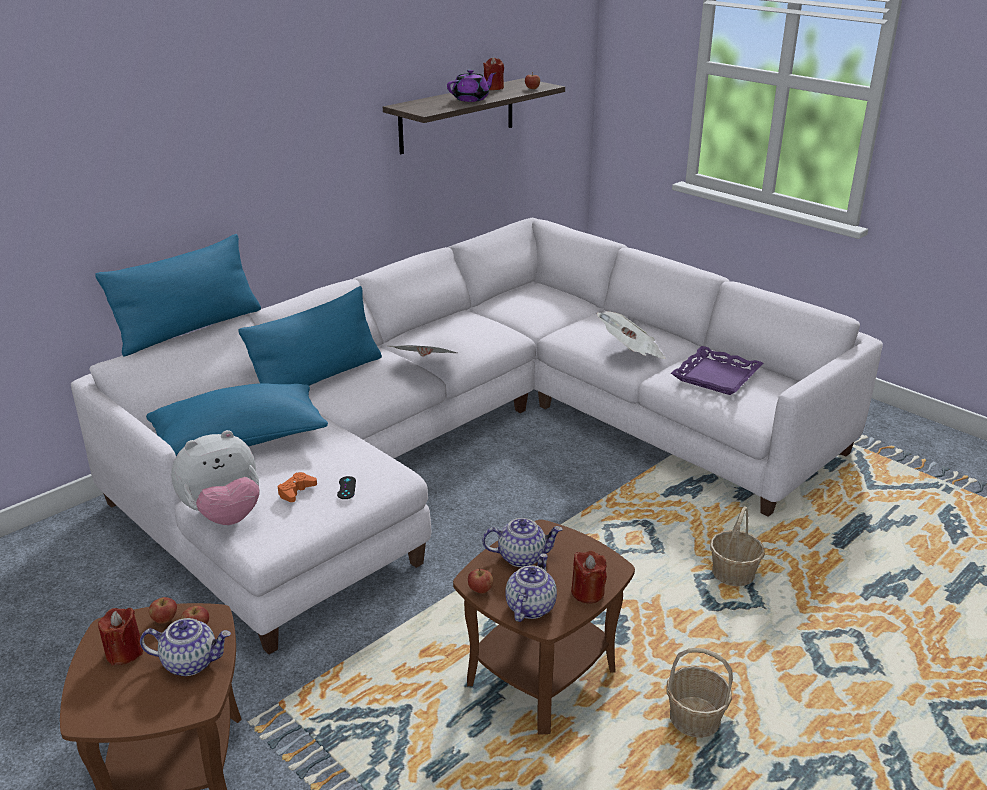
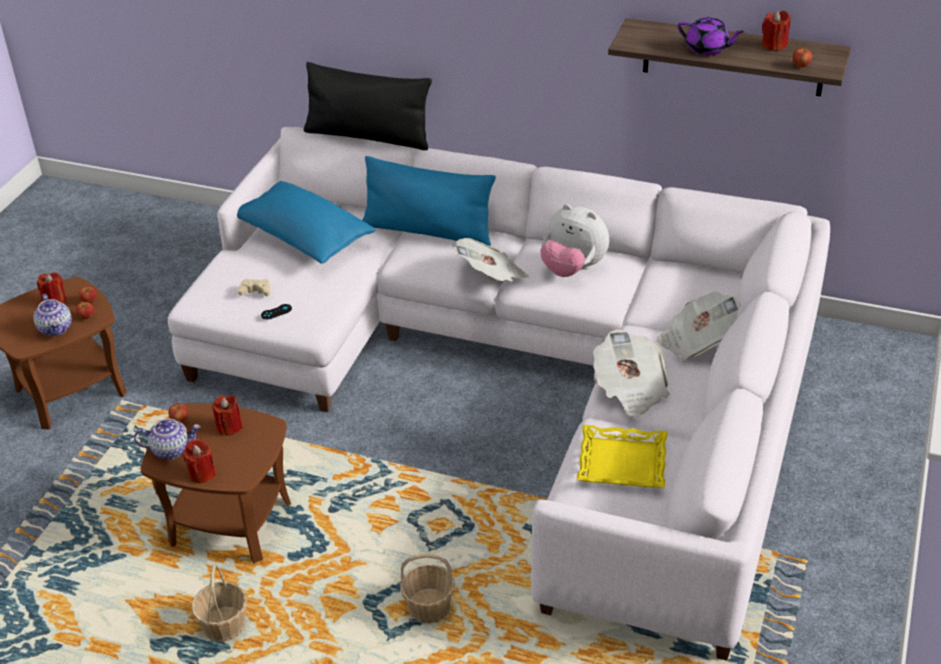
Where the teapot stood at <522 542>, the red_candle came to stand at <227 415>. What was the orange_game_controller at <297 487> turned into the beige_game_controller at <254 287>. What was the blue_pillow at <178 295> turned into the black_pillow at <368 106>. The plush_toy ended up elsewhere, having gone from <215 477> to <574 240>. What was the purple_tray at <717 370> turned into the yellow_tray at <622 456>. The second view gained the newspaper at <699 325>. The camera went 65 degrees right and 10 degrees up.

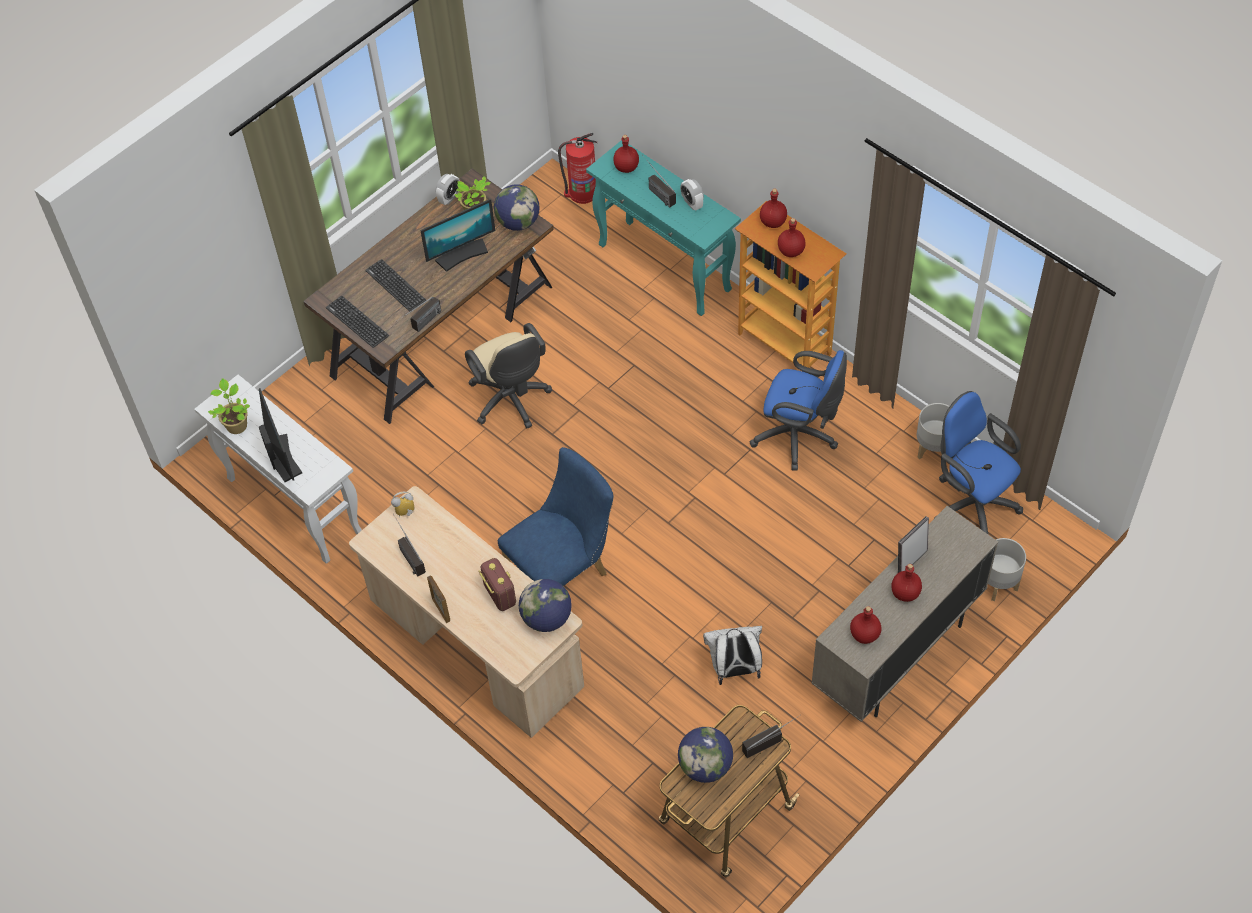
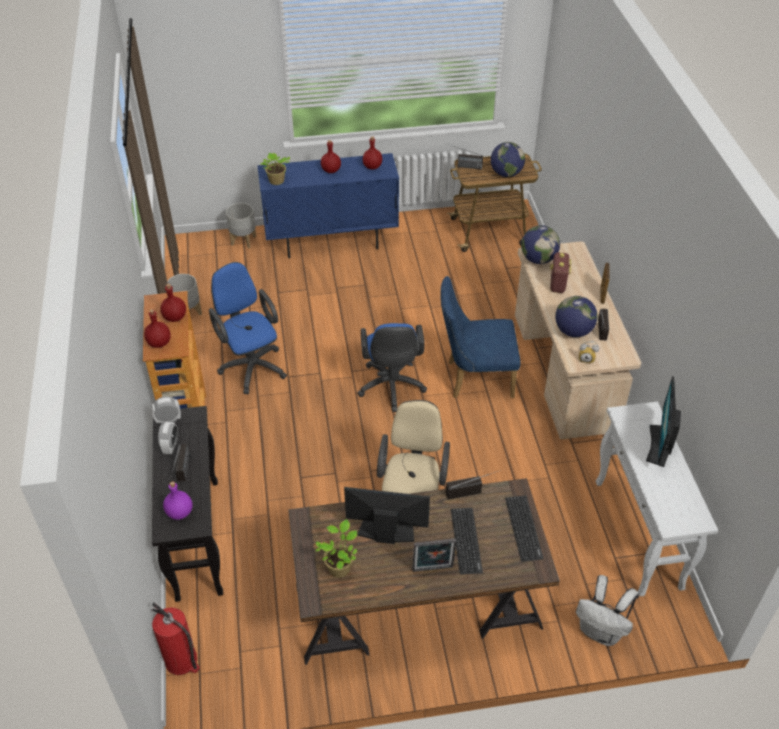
The alarm_clock ended up elsewhere, having gone from <448 189> to <166 410>. What was the turquoise_console_table at <663 228> turned into the black_console_table at <187 504>. What was the red_bottle at <626 154> turned into the purple_bottle at <178 500>. What was the beige_cabinet at <905 614> turned into the blue_cabinet at <328 206>. The potted_plant ended up elsewhere, having gone from <229 406> to <275 169>. The blue_office_chair ended up elsewhere, having gone from <981 462> to <392 367>. The picture_frame ended up elsewhere, having gone from <913 544> to <434 555>. The globe ended up elsewhere, having gone from <517 207> to <576 316>. The white_backpack ended up elsewhere, having gone from <732 655> to <607 610>. The camera went 145 degrees left and 10 degrees down.

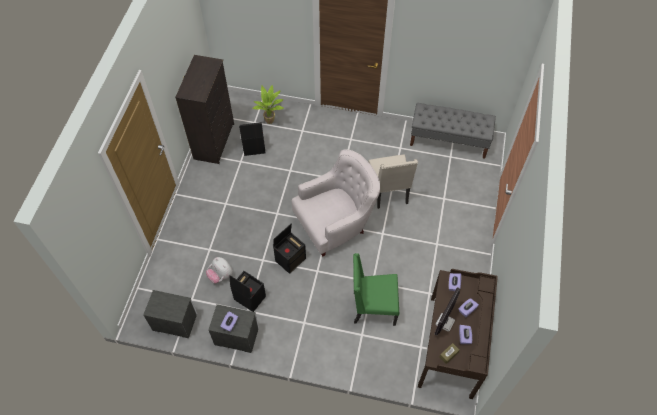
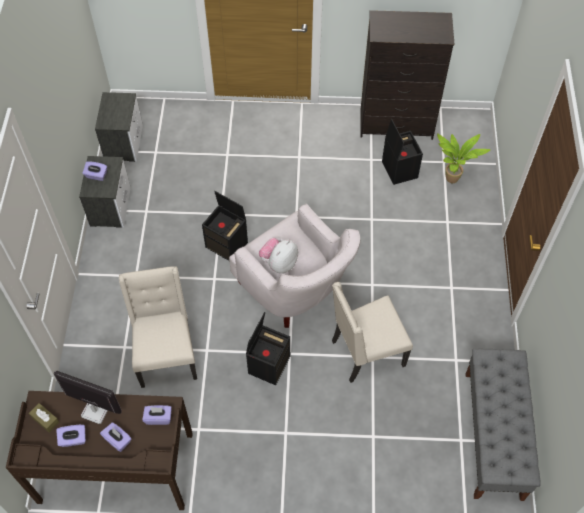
What was the green_chair at <376 289> turned into the beige_chair at <158 327>. The black_storage_box ended up elsewhere, having gone from <247 291> to <268 348>. The plush_toy ended up elsewhere, having gone from <219 270> to <278 255>. The camera went 80 degrees right and 0 degrees up.

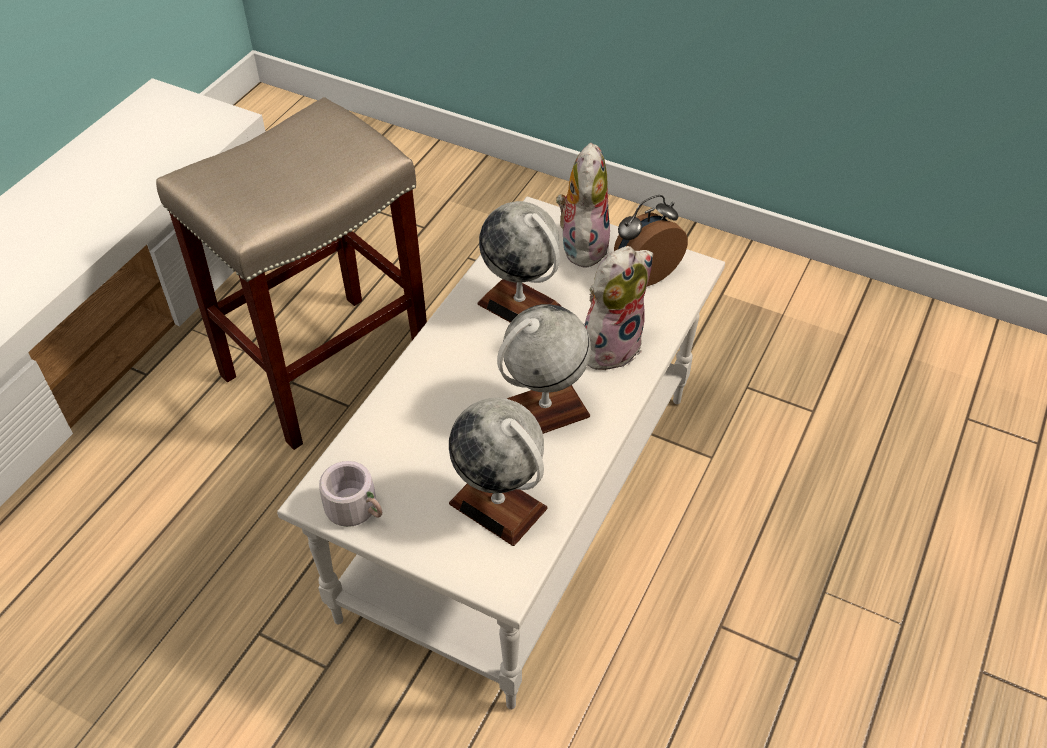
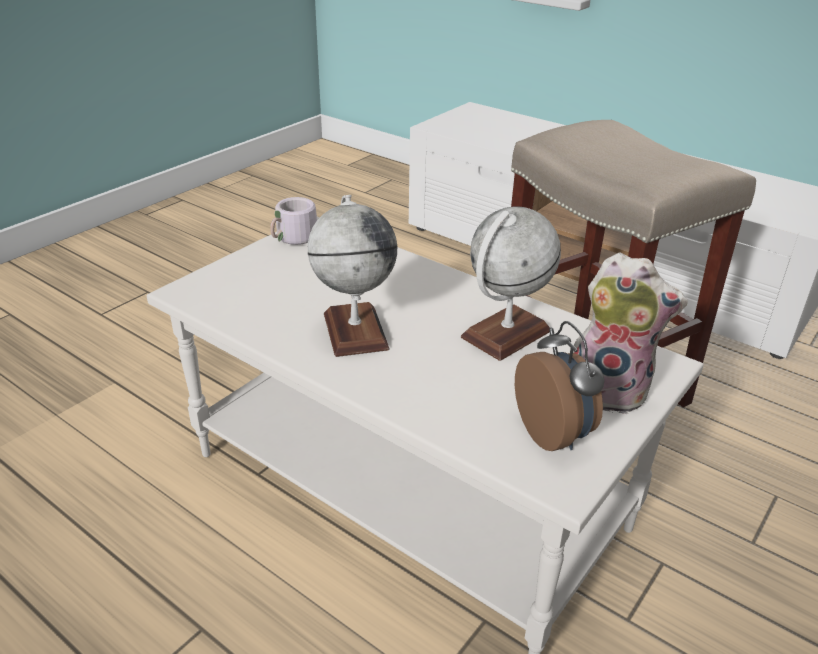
The second view lost the globe at <498 472>. The second view lost the plush_toy at <618 308>. The camera went 100 degrees right and 15 degrees down.

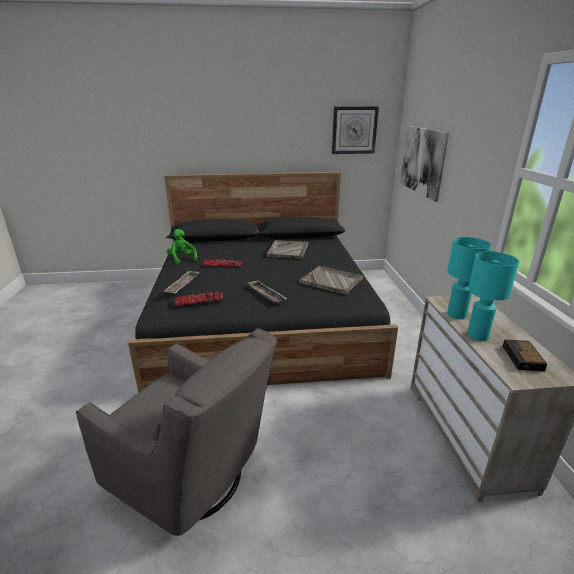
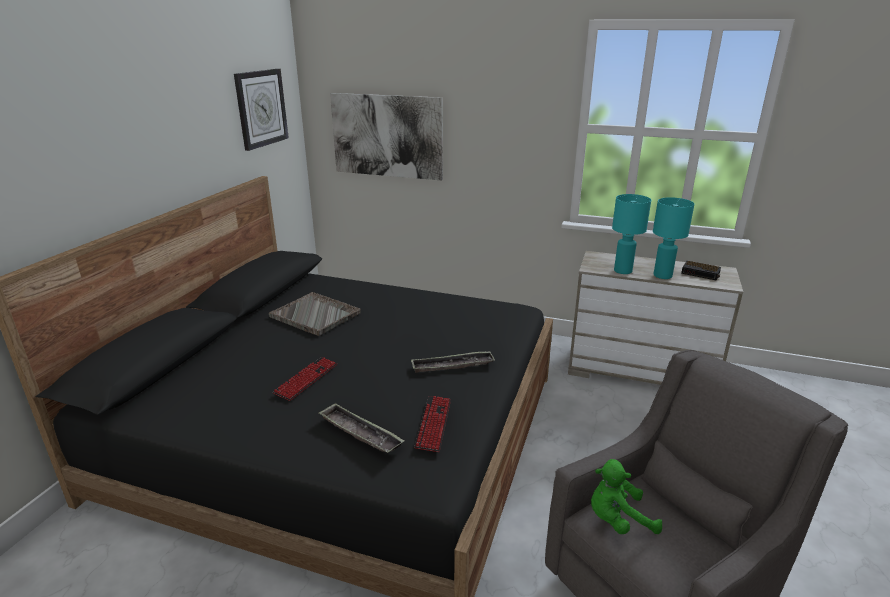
The green_plush_toy ended up elsewhere, having gone from <181 246> to <626 496>. The second view lost the grey_tray at <331 280>. The camera went 65 degrees left and 0 degrees up.

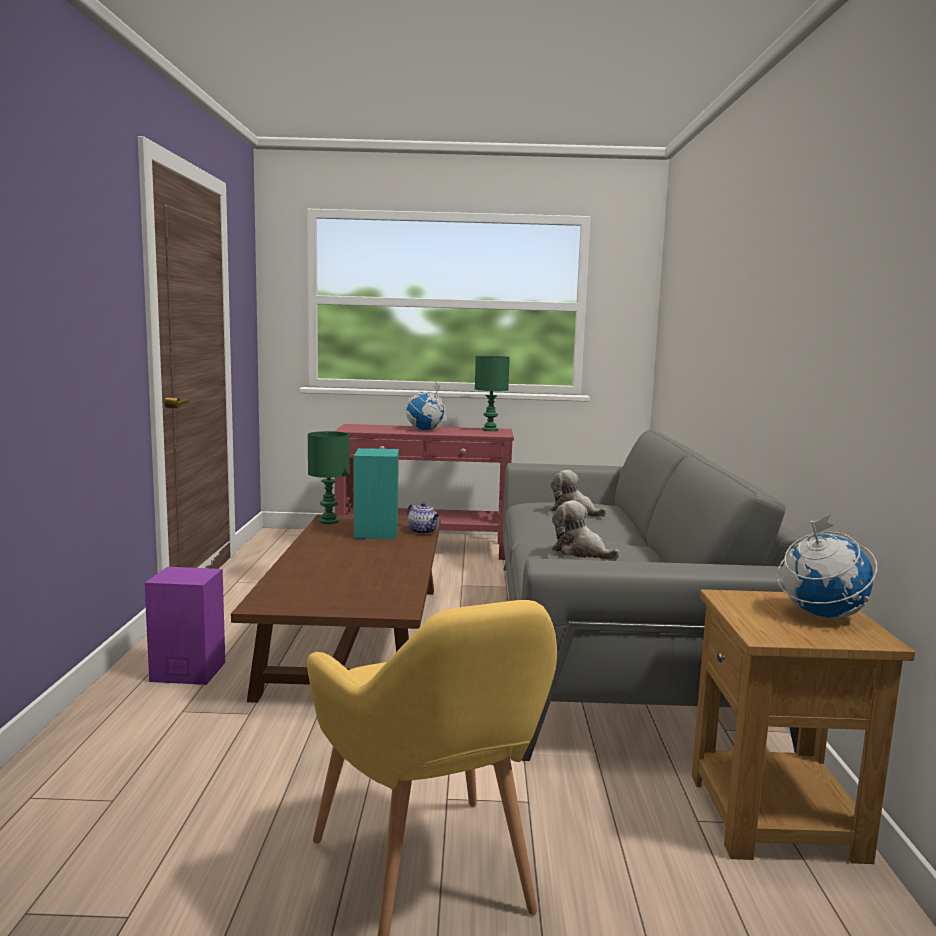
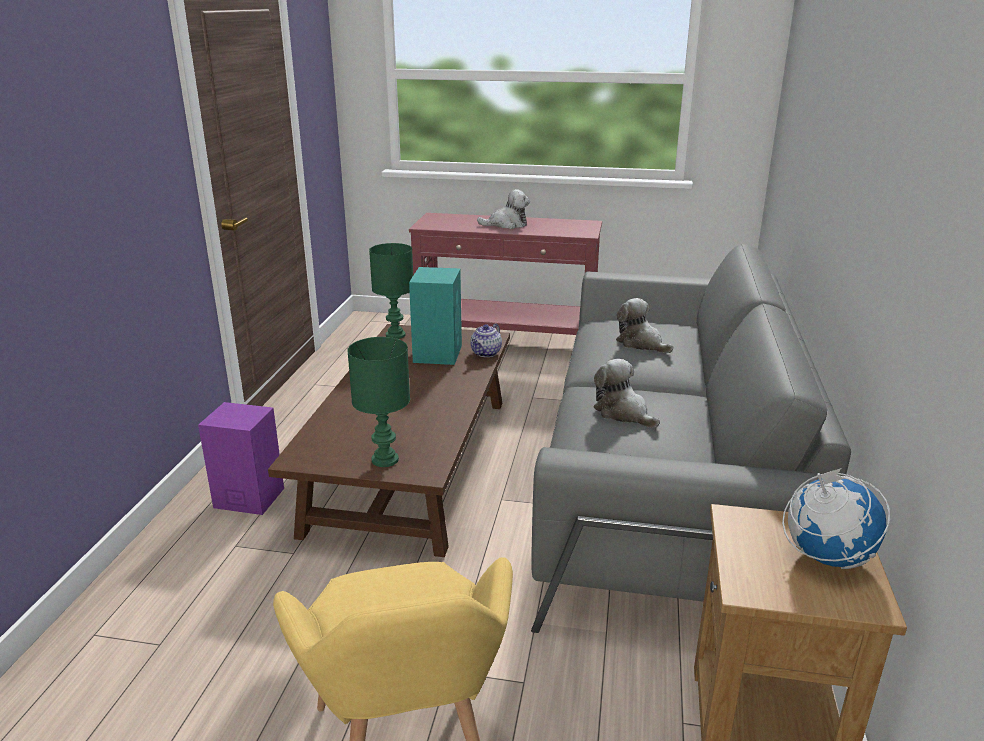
The green_table_lamp ended up elsewhere, having gone from <492 393> to <378 402>. The teapot at <423 518> ended up facing another way, 60 degrees clockwise from before. Where the globe stood at <426 405>, the plush_toy came to stand at <503 209>. The camera went 10 degrees right and 15 degrees up.

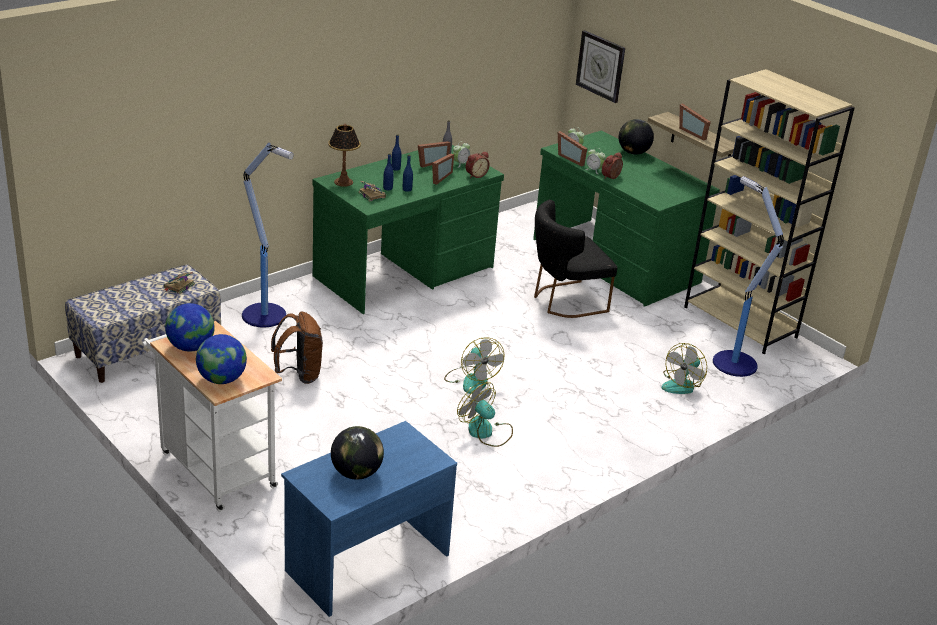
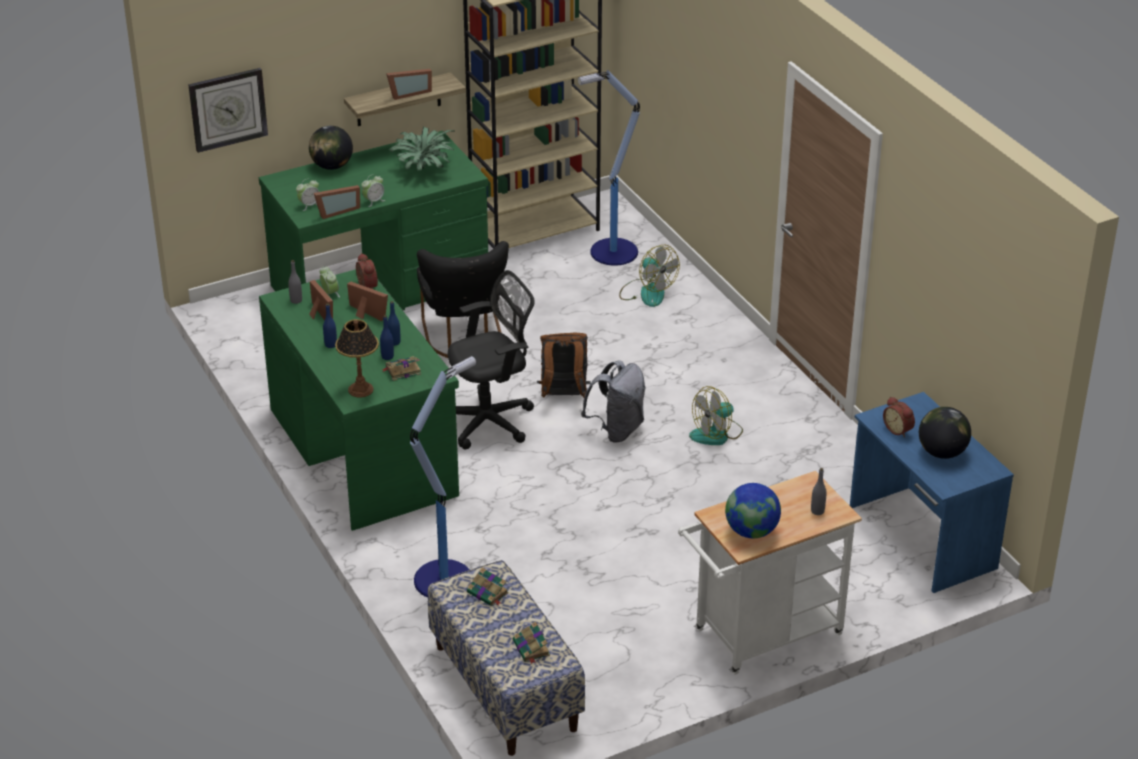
The second view gained the potted_plant at <422 149>. The second view gained the black_office_chair at <491 359>. The second view gained the book at <531 643>. The brown_backpack ended up elsewhere, having gone from <297 348> to <564 365>. Where the fan stood at <474 365>, the grey_backpack came to stand at <613 401>. Where the globe stood at <221 359>, the grey_bottle came to stand at <819 491>. The alarm_clock ended up elsewhere, having gone from <612 165> to <899 417>. The camera went 75 degrees left and 5 degrees up.

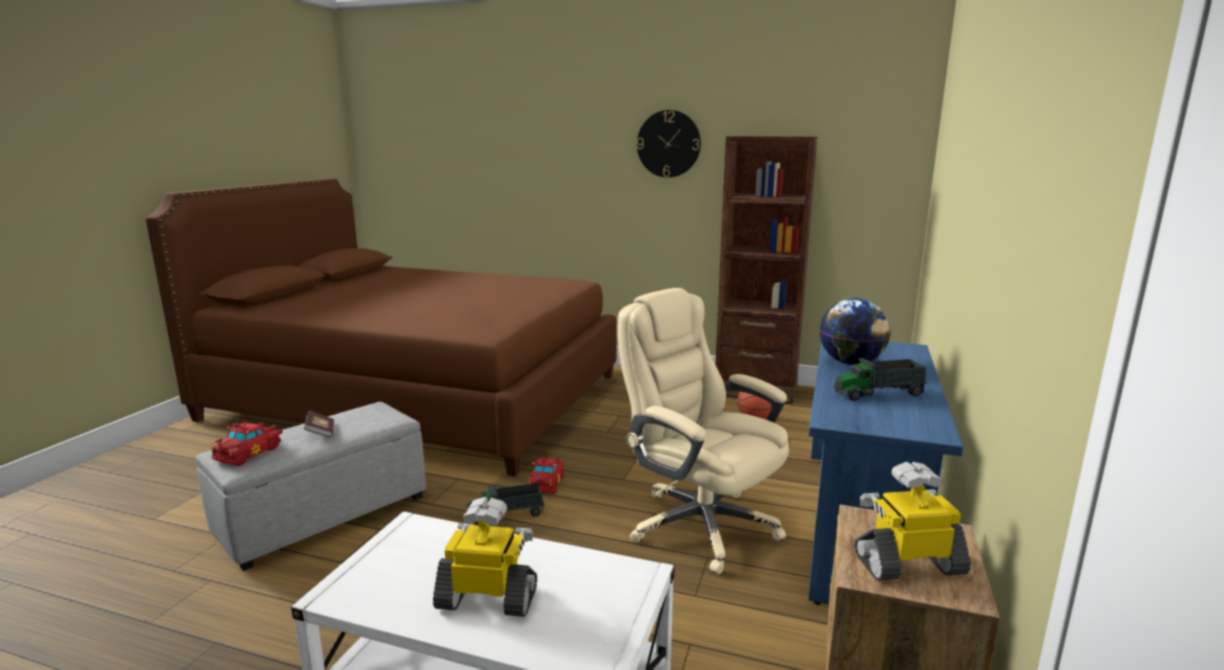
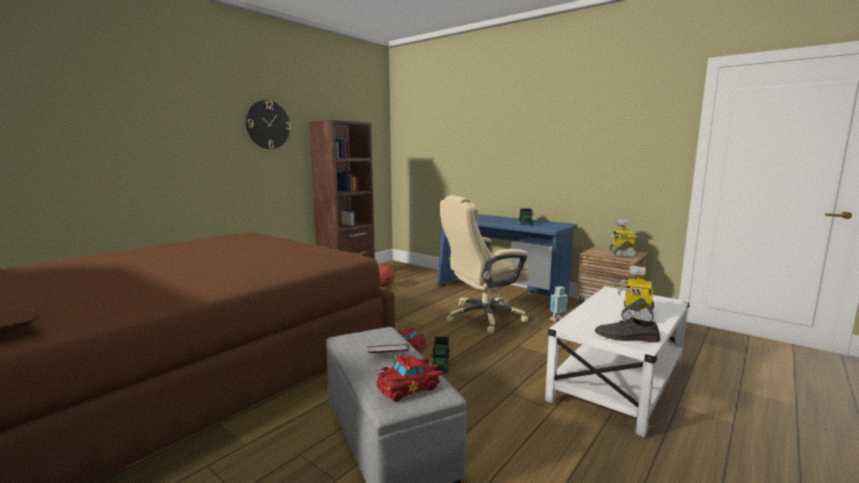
The red_toy_car at <246 443> ended up facing another way, 105 degrees clockwise from before. The second view gained the toy_robot at <559 304>. The second view gained the grey_shoe at <627 329>. The second view lost the globe at <855 331>. The camera went 70 degrees left and 5 degrees down.

